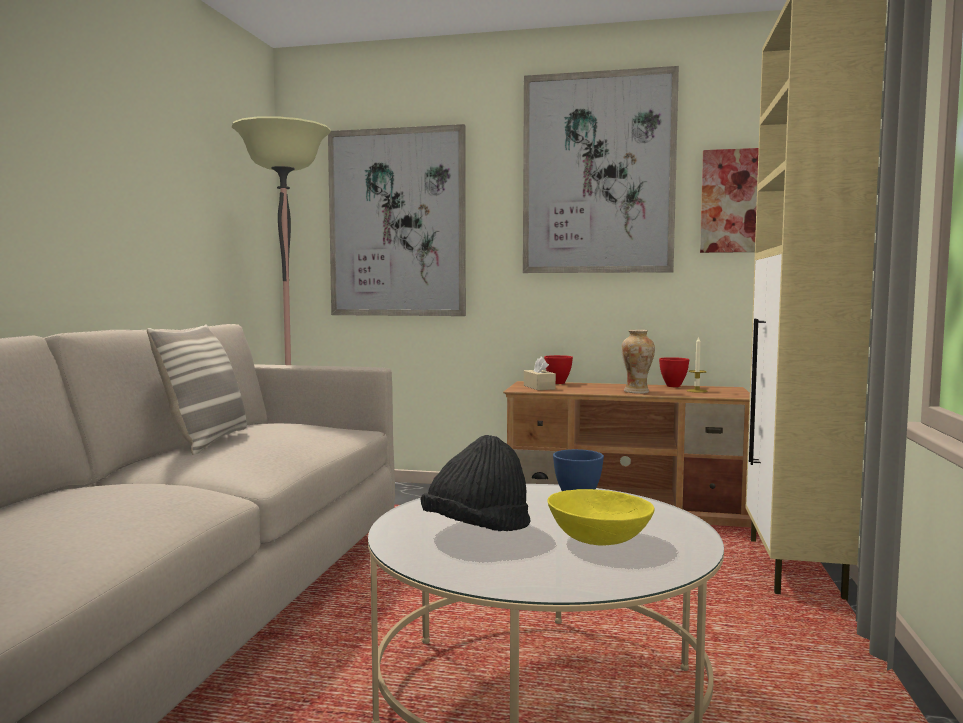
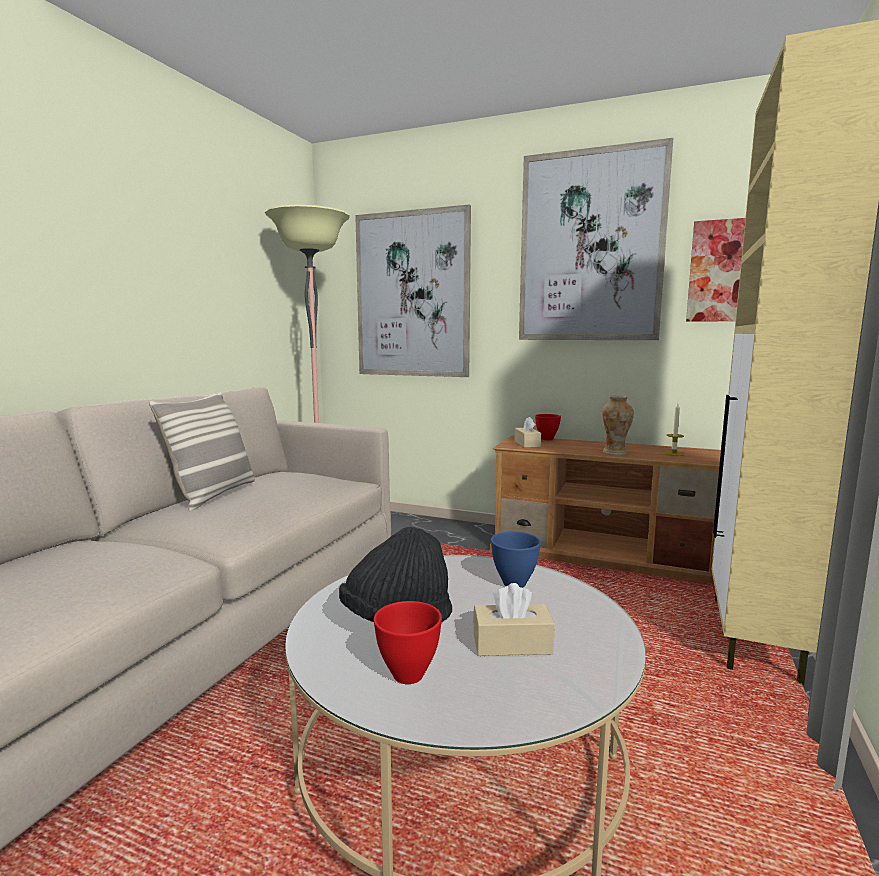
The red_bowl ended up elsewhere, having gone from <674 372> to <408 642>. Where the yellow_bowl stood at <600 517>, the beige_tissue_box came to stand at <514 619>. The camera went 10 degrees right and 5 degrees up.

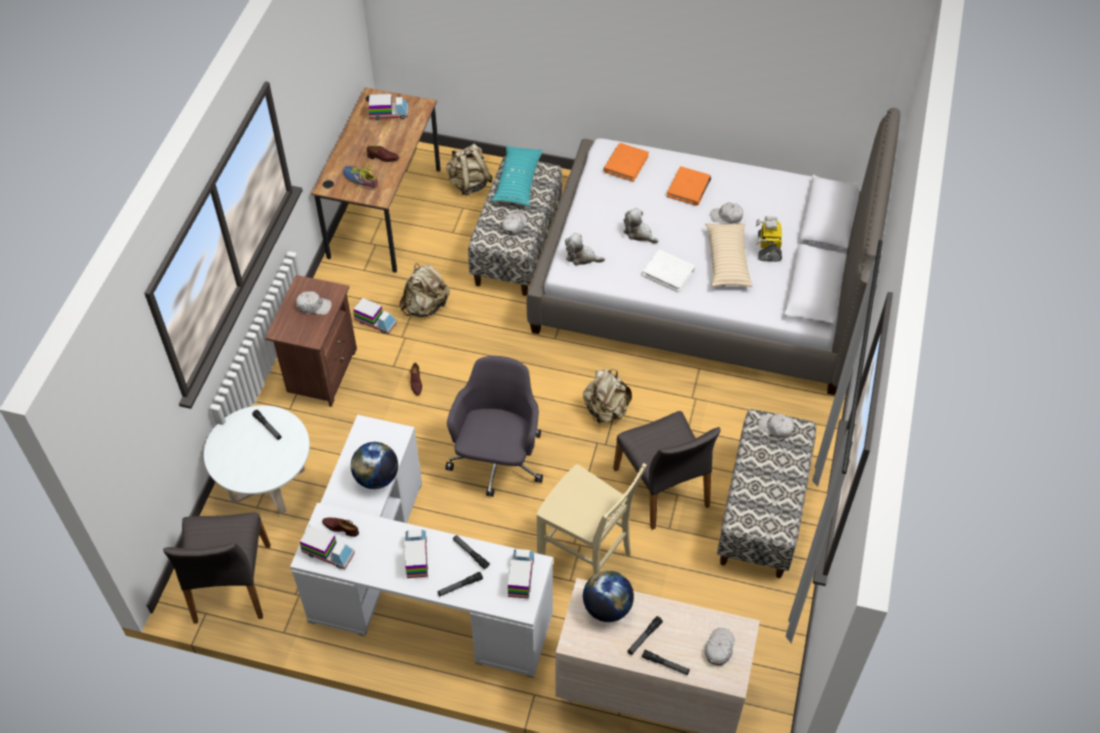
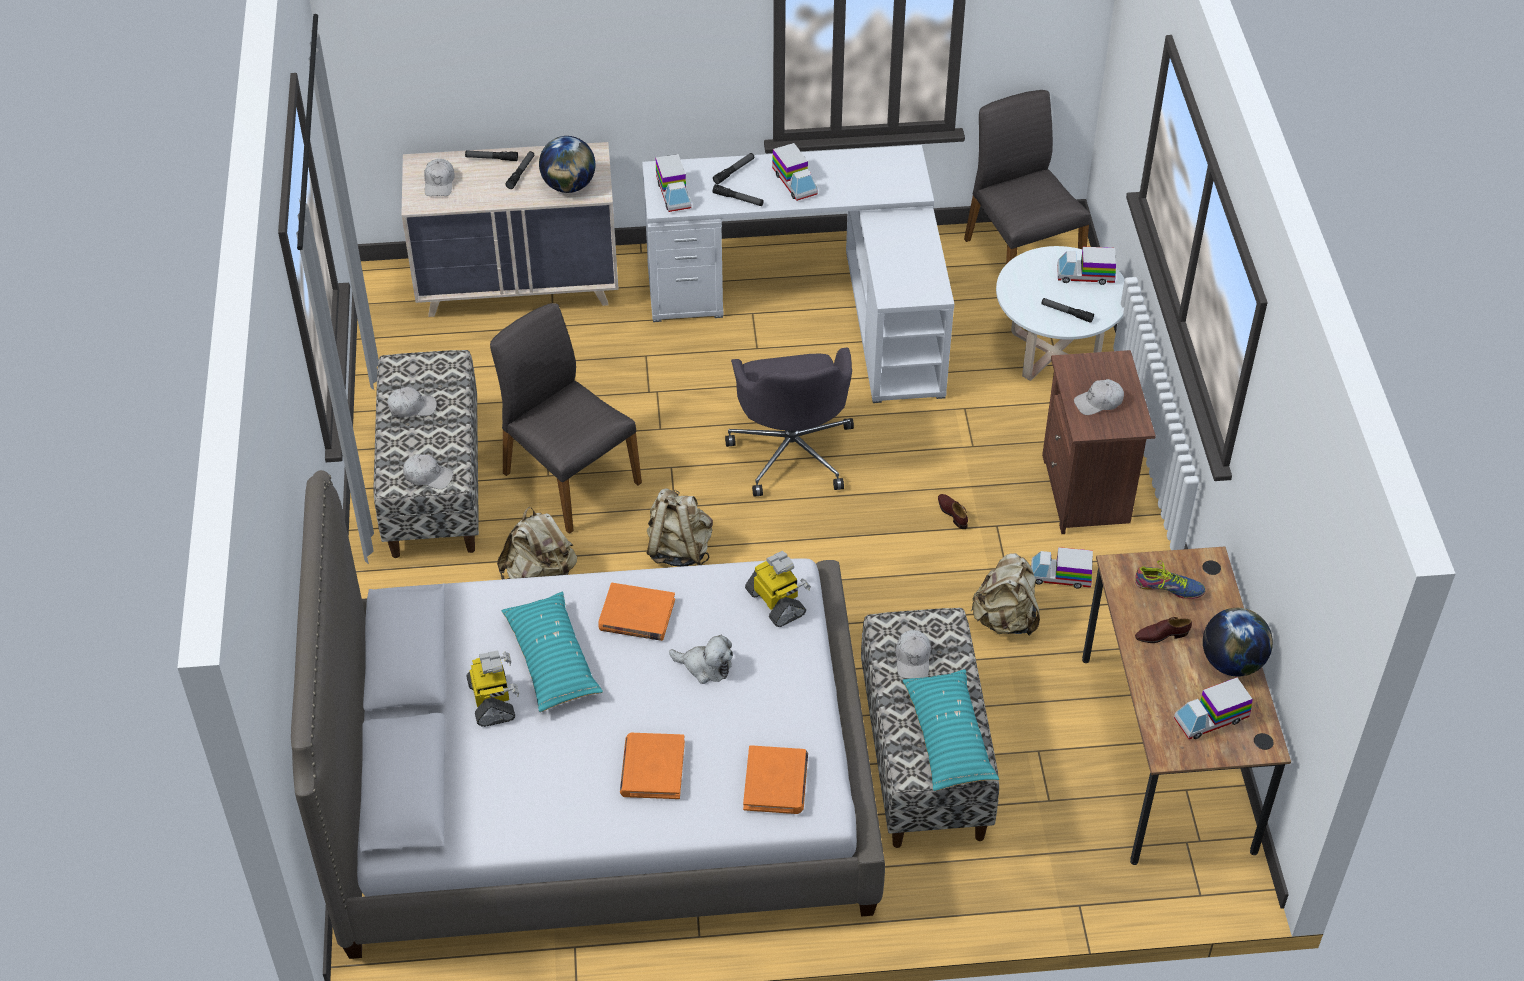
The white_cap ended up elsewhere, having gone from <726 212> to <412 402>. The beige_backpack ended up elsewhere, having gone from <469 169> to <537 543>. What was the beige_pillow at <728 255> turned into the turquoise_pillow at <552 652>. What was the white_book at <668 271> turned into the orange_book at <636 612>. Where the plush_toy stood at <585 249>, the toy_robot came to stand at <778 589>. The toy_truck ended up elsewhere, having gone from <327 547> to <1086 266>. The globe ended up elsewhere, having gone from <374 465> to <1238 642>. The second view lost the brown_shoe at <340 527>. The second view lost the beige_chair at <591 518>. The camera went 160 degrees right and 5 degrees down.

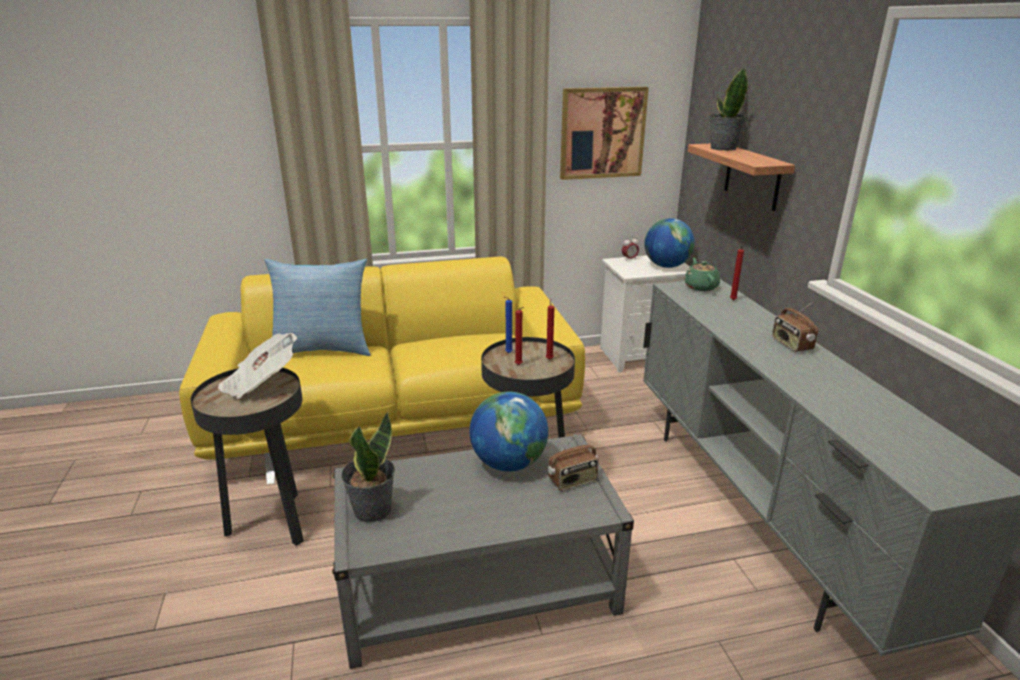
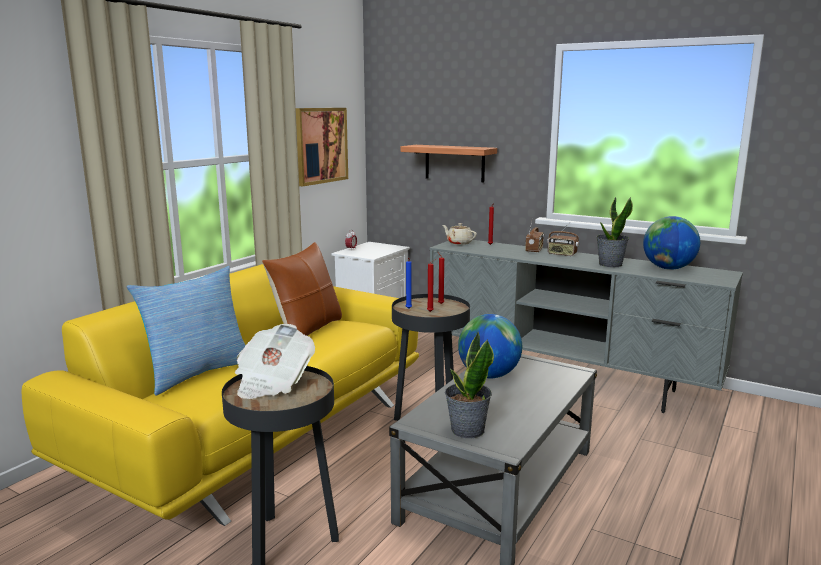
The second view gained the brown_pillow at <302 289>. What was the green_teapot at <702 274> turned into the beige_teapot at <460 234>. The radio ended up elsewhere, having gone from <573 460> to <534 237>. The potted_plant ended up elsewhere, having gone from <728 109> to <615 232>. The globe ended up elsewhere, having gone from <669 243> to <671 243>. The camera went 45 degrees left and 10 degrees down.

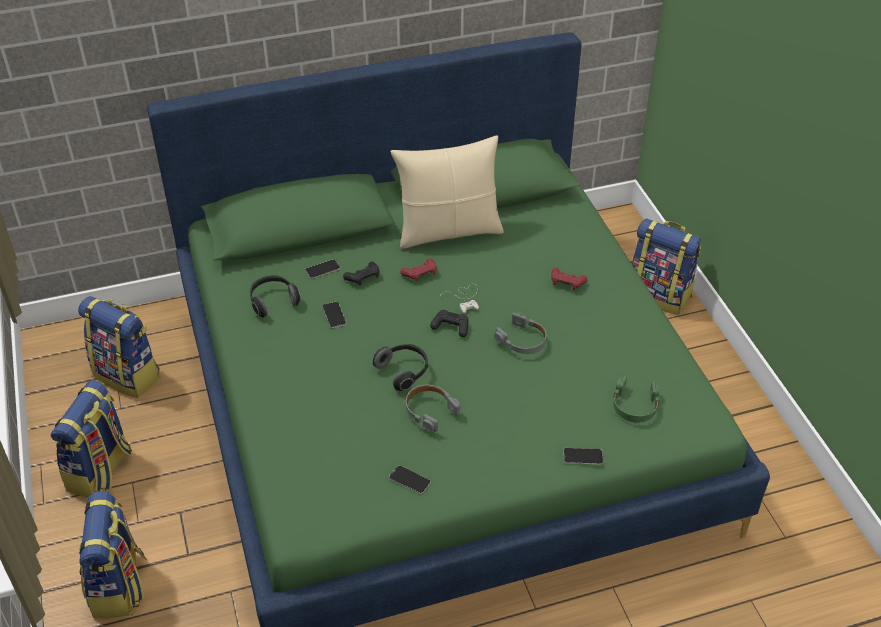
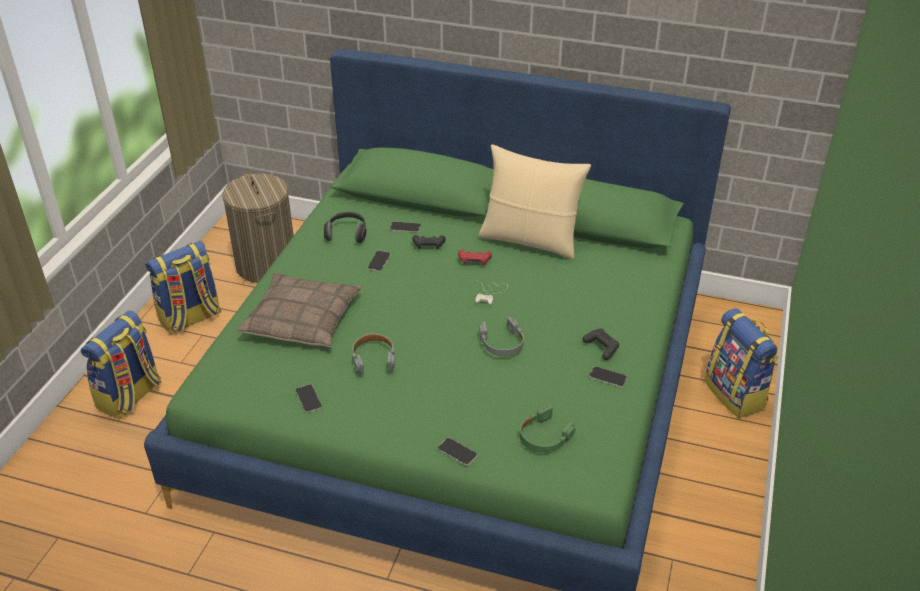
Where the backpack stood at <119 347>, the laundry_basket came to stand at <258 228>. The second view gained the pillow at <299 310>. The black_game_controller ended up elsewhere, having gone from <449 323> to <601 344>. The second view gained the phone at <608 376>. The second view lost the headphones at <400 367>. The second view lost the red_game_controller at <569 279>. The camera went 35 degrees right and 5 degrees down.

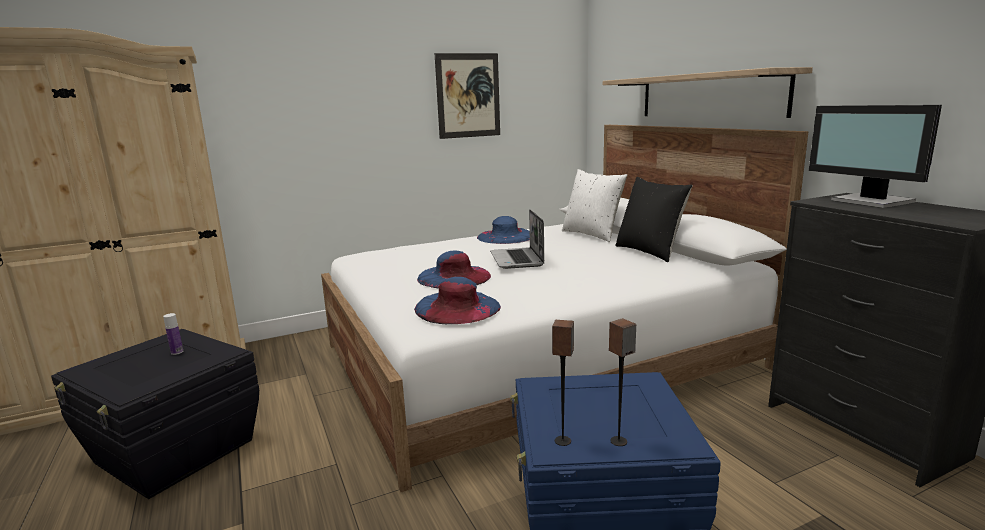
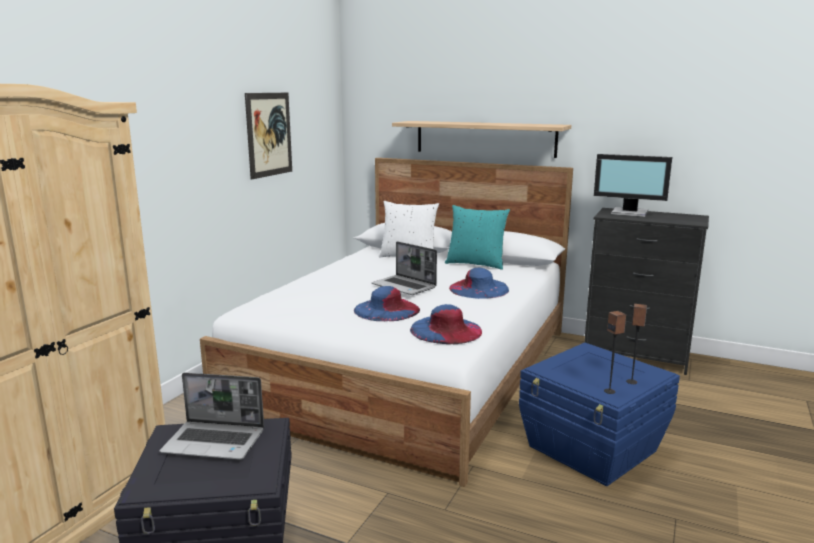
Where the bottle stood at <173 334>, the laptop came to stand at <212 416>. What was the black_pillow at <654 219> turned into the turquoise_pillow at <477 237>. The blue_hat ended up elsewhere, having gone from <503 230> to <479 283>. The camera went 40 degrees left and 0 degrees up.

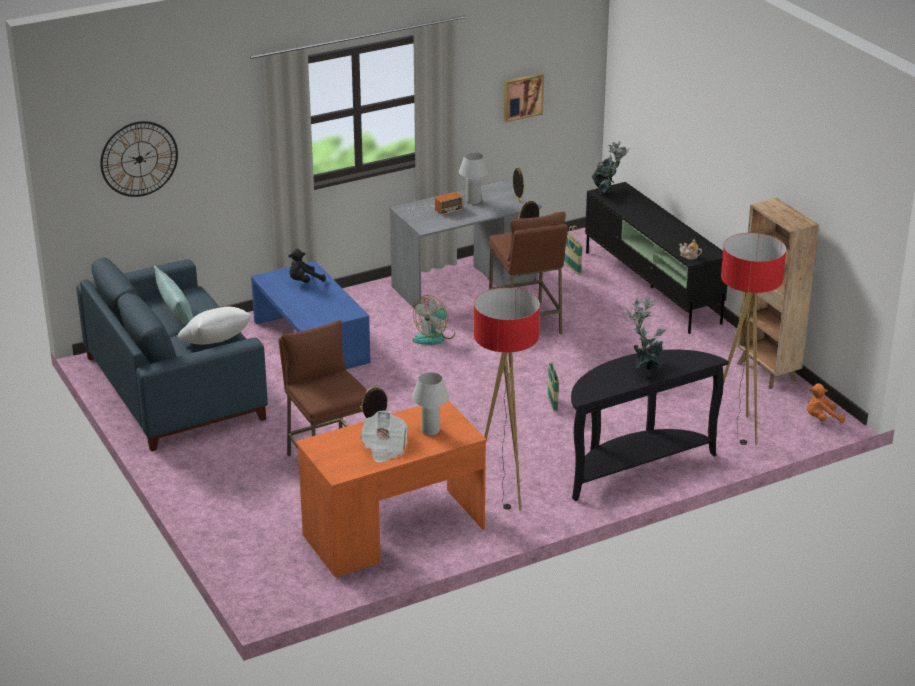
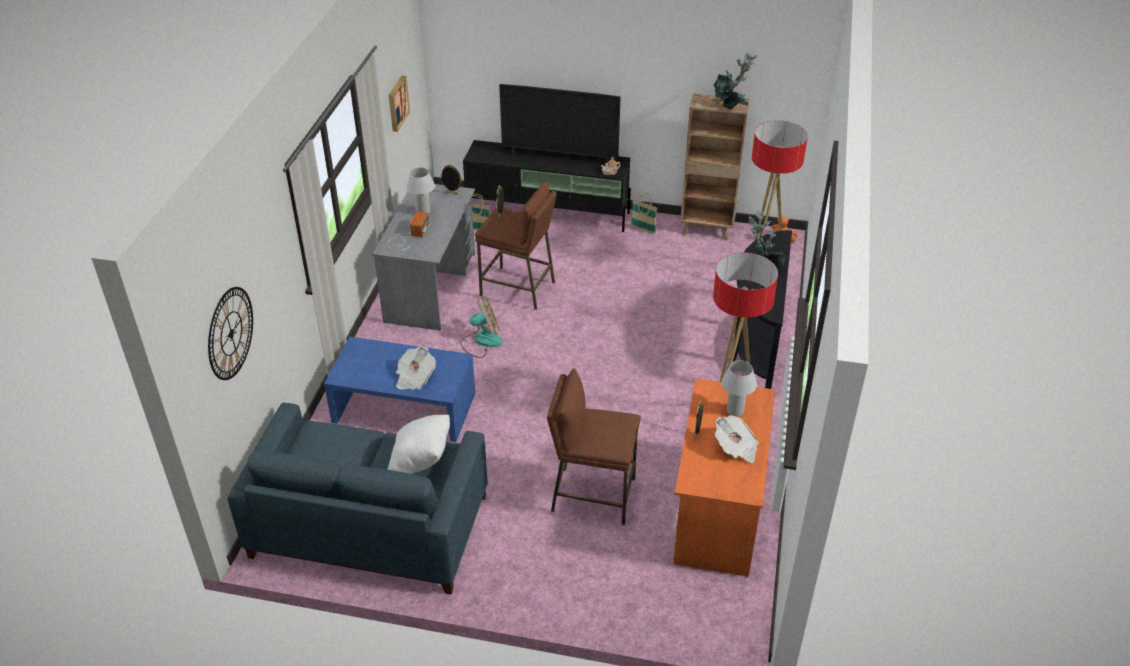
The second view gained the newspaper at <416 368>. The fan at <434 320> ended up facing another way, 105 degrees counterclockwise from before. The second view gained the television at <560 123>. The basket ended up elsewhere, having gone from <553 384> to <644 213>. The potted_plant ended up elsewhere, having gone from <610 167> to <735 81>. The second view lost the pillow at <173 296>. The second view lost the black_plush_toy at <307 266>. The camera went 50 degrees left and 10 degrees up.

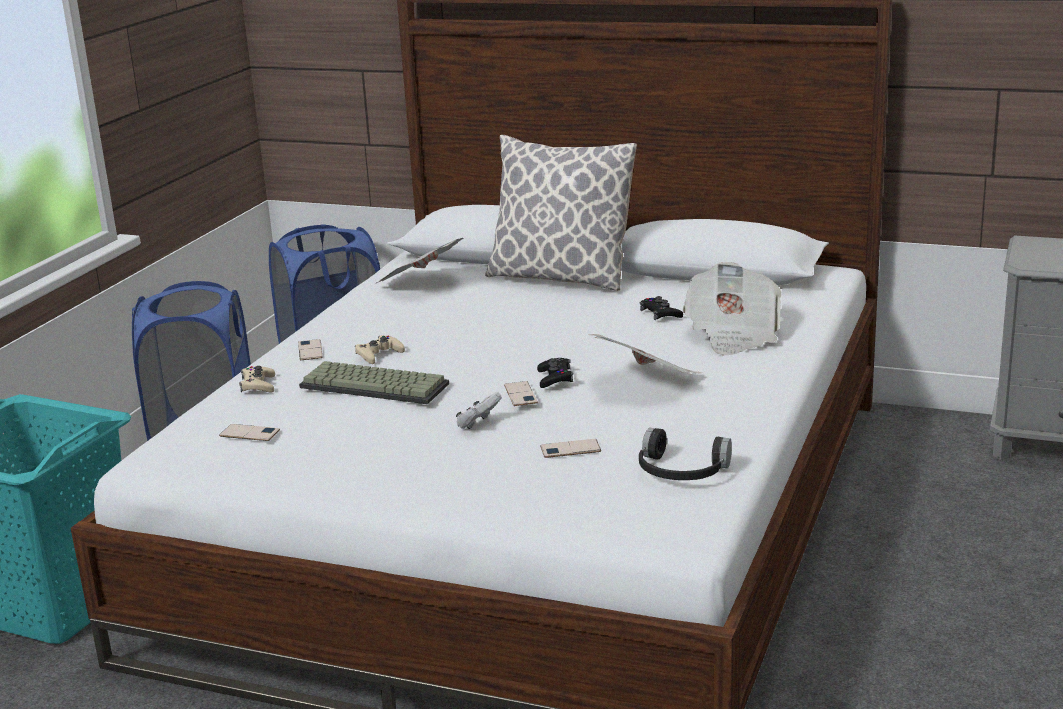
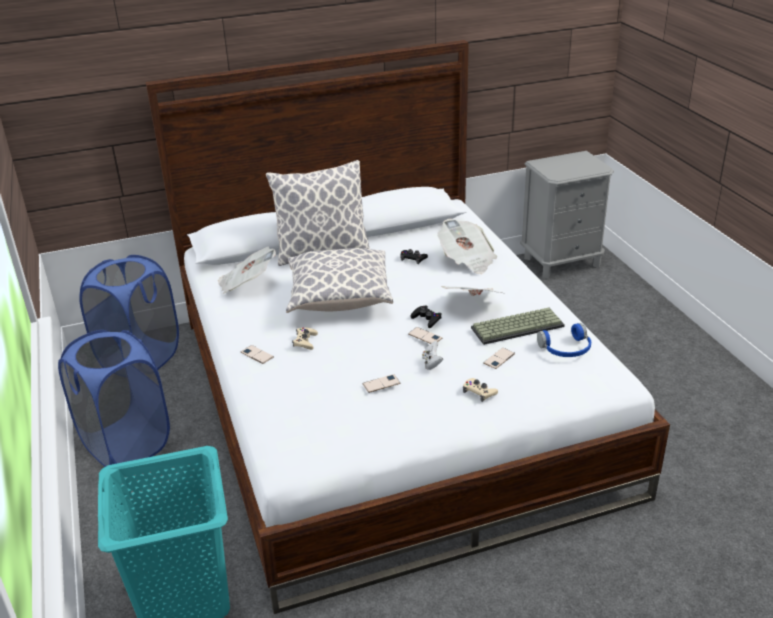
The second view gained the pillow at <339 280>. The phone ended up elsewhere, having gone from <249 432> to <381 383>. The beige_game_controller ended up elsewhere, having gone from <257 379> to <480 390>. The keyboard ended up elsewhere, having gone from <374 382> to <518 326>. What was the black_headphones at <685 454> turned into the blue_headphones at <564 340>. The camera went 40 degrees left and 10 degrees up.

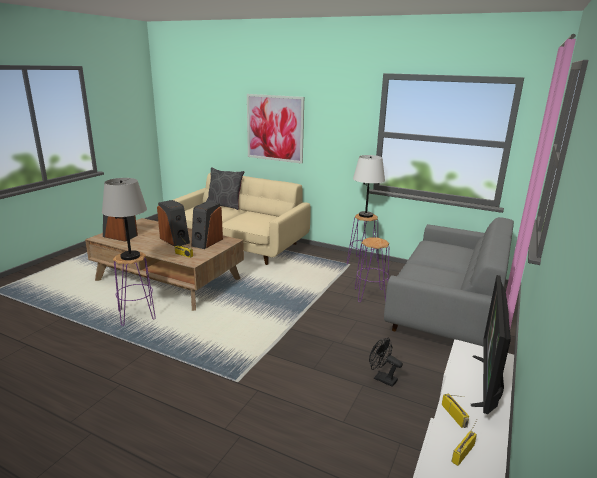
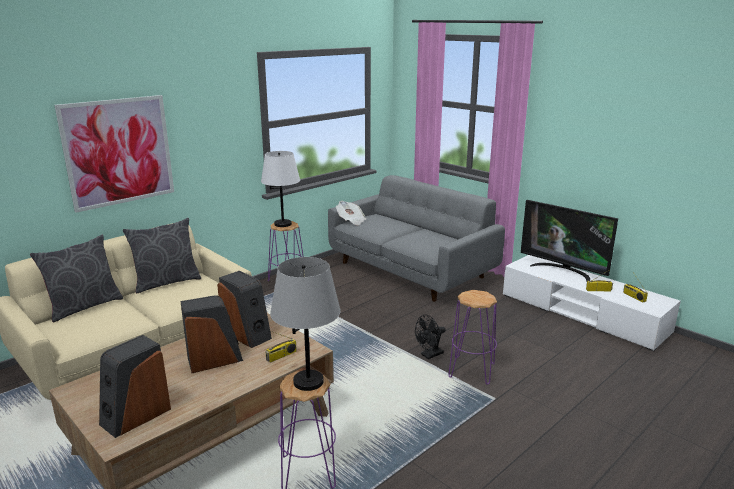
The second view gained the grey_pillow at <162 255>. The second view gained the newspaper at <351 213>. The black_fan ended up elsewhere, having gone from <386 362> to <430 337>. The purple_stool ended up elsewhere, having gone from <372 269> to <472 337>. The camera went 70 degrees left and 0 degrees up.

